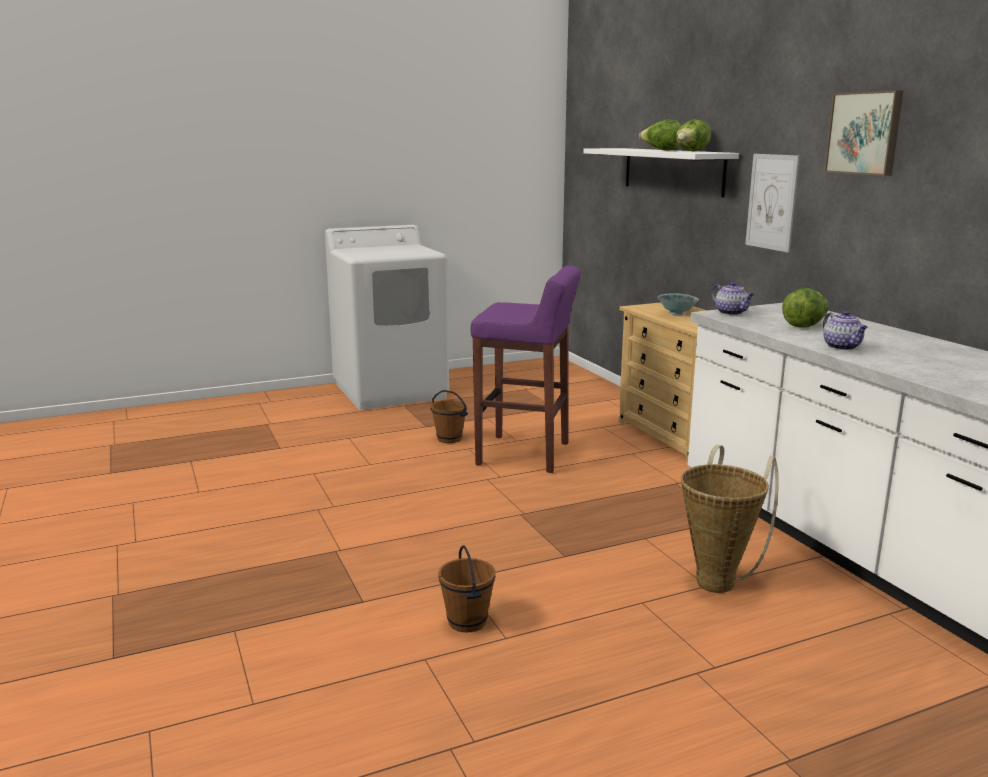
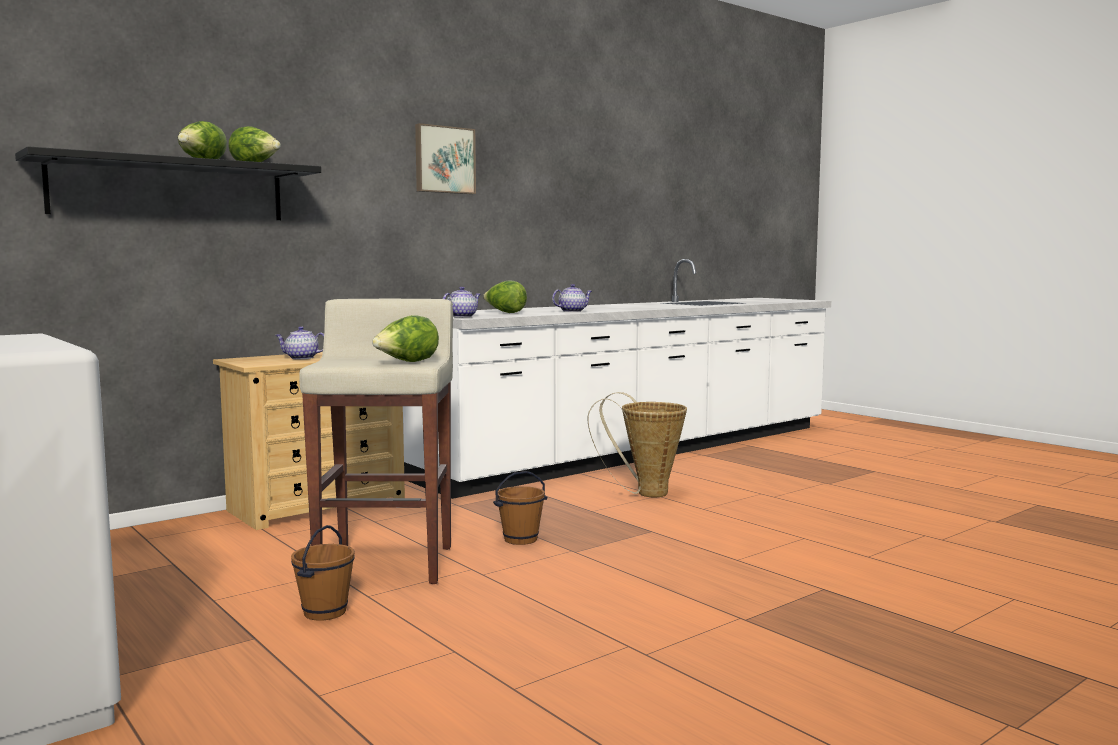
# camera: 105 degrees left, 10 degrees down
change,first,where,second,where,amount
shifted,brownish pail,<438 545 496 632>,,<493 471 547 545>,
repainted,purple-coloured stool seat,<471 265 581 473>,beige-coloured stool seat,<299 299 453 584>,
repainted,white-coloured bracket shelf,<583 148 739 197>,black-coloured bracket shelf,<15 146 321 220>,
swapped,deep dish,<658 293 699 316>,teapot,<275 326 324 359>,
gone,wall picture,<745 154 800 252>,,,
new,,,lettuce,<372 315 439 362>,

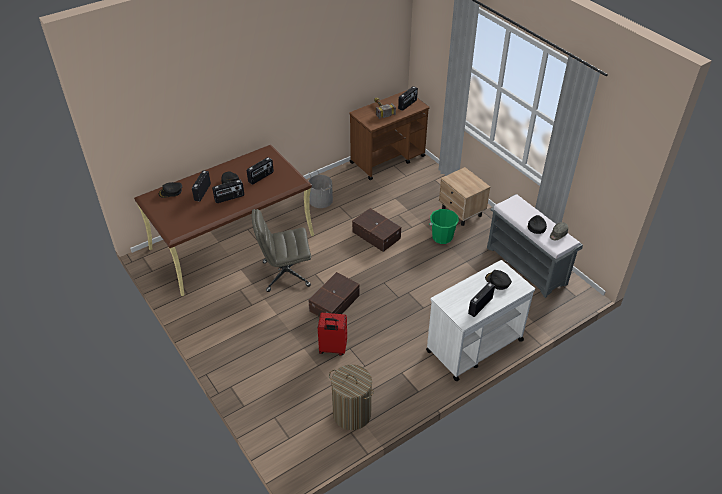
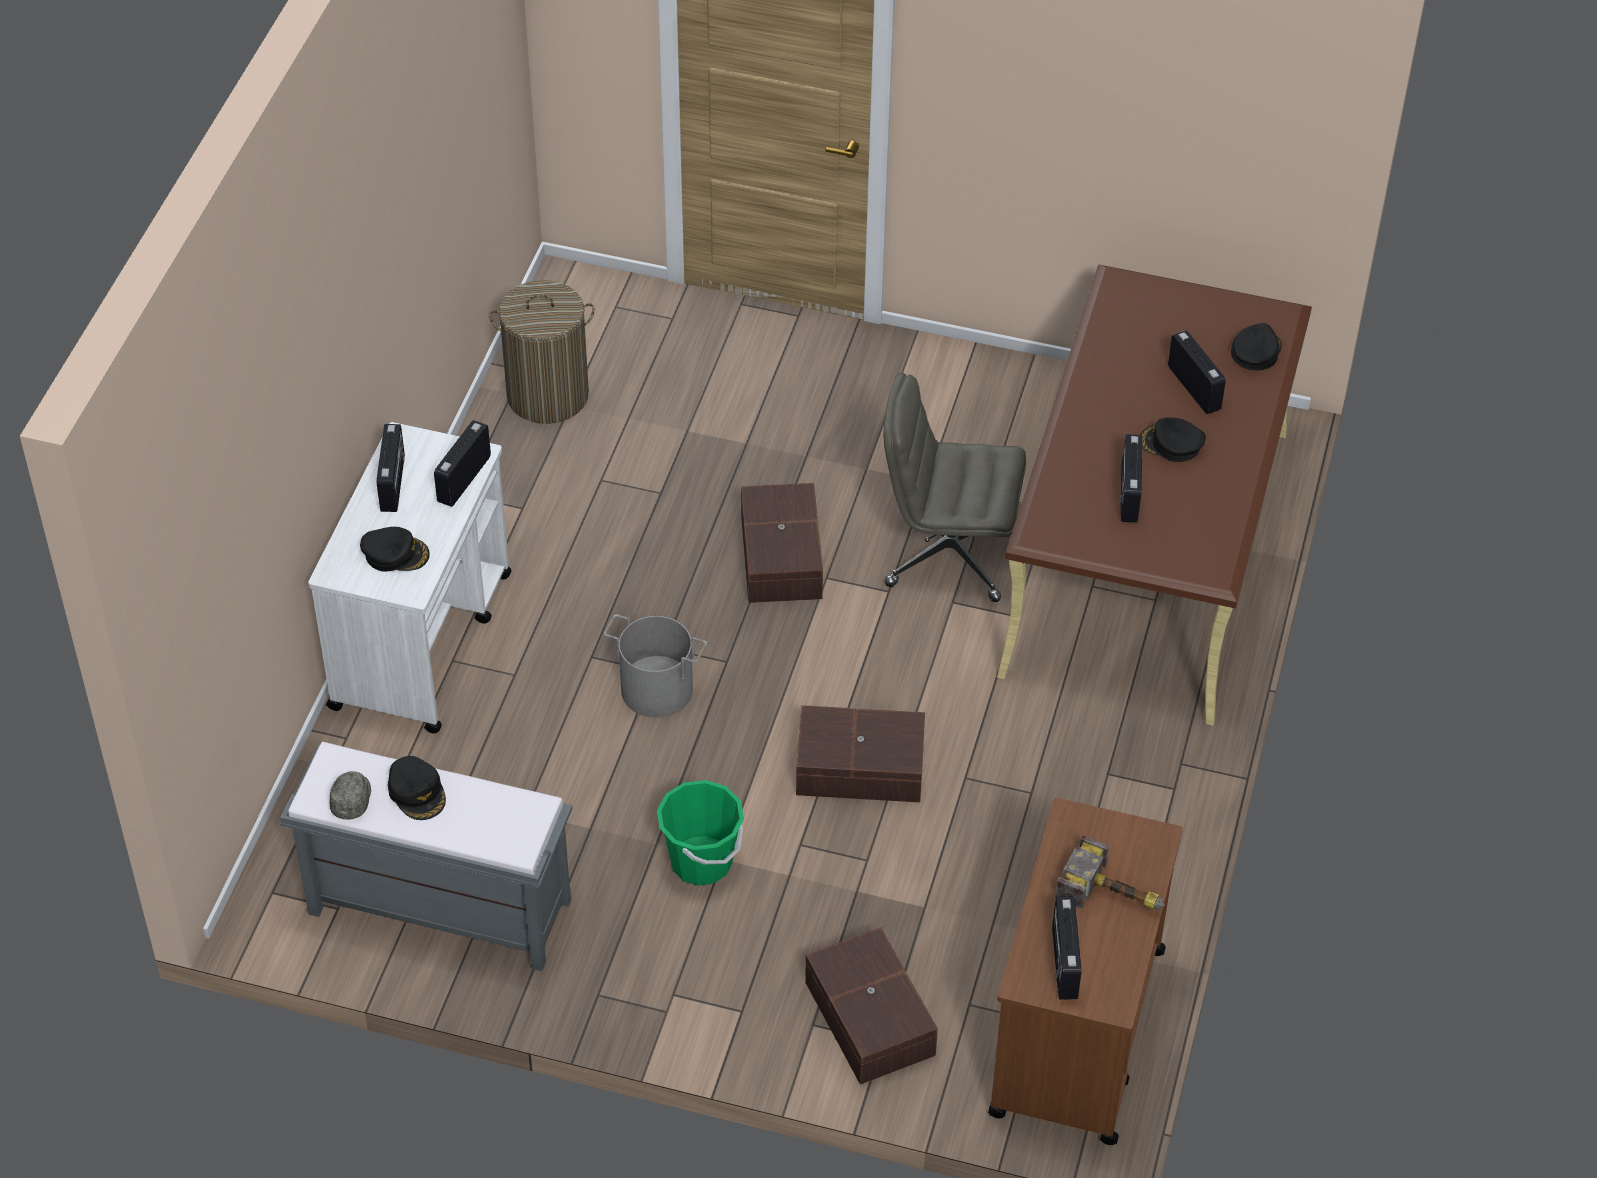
# camera: 140 degrees right, 5 degrees up
change,first,where,second,where,amount
shifted,radio receiver,<212 179 244 203>,,<434 420 491 507>,
rotated,greyish office chair,<252 209 311 292>,,<884 373 1026 602>,120 degrees counterclockwise
shifted,greyish pail,<308 170 333 208>,,<604 614 707 718>,
gone,red suitcase,<318 313 347 356>,,,
gone,beige-coloured bedside table,<439 167 490 226>,,,
new,,,brownish storage container,<805 927 938 1085>,

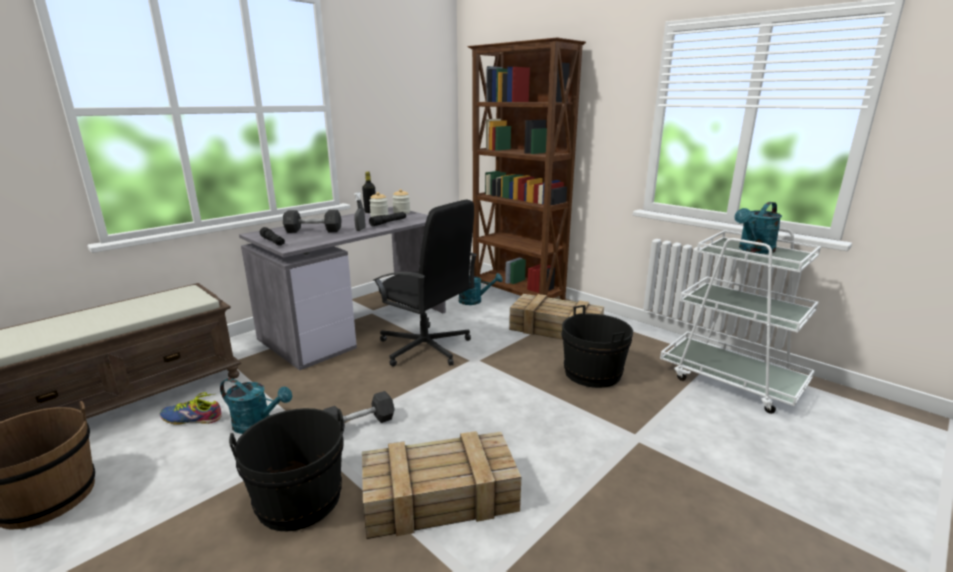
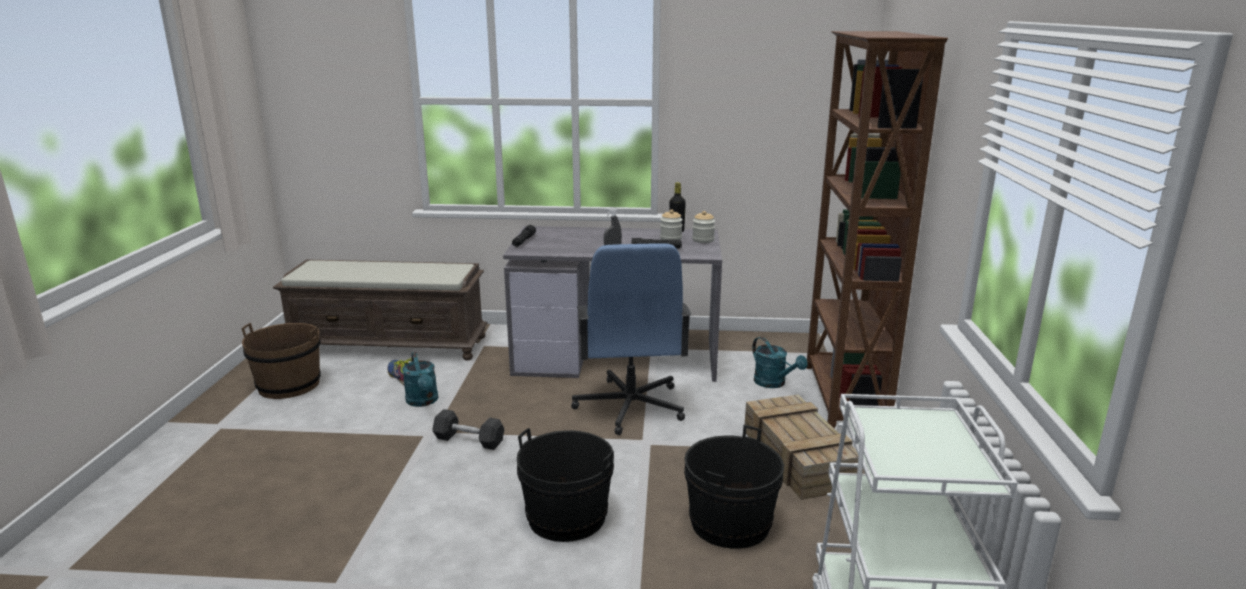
# camera: 50 degrees right, 0 degrees up
change,first,where,second,where,amount
shifted,black-coloured pail,<229 408 344 531>,,<517 428 614 542>,
gone,greyish dumbbell,<283 210 341 233>,,,
gone,crate,<362 431 521 539>,,,
repainted,black-coloured office chair,<373 200 477 367>,bluish office chair,<571 243 692 435>,
gone,turquoise sprinkling can,<734 202 782 254>,,,

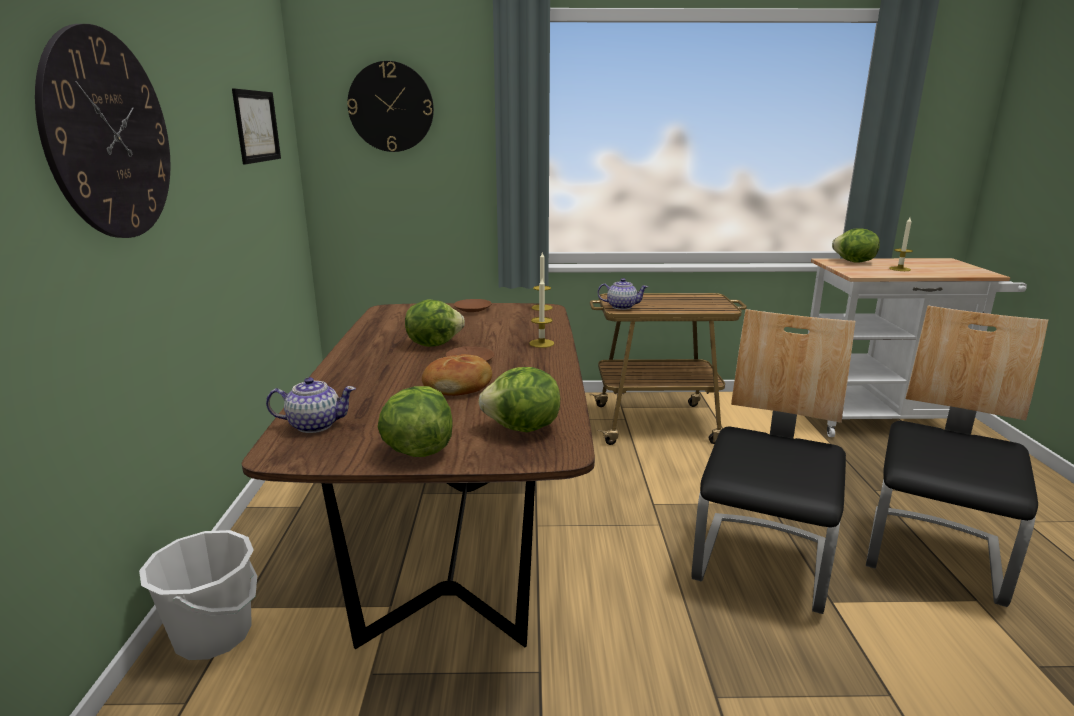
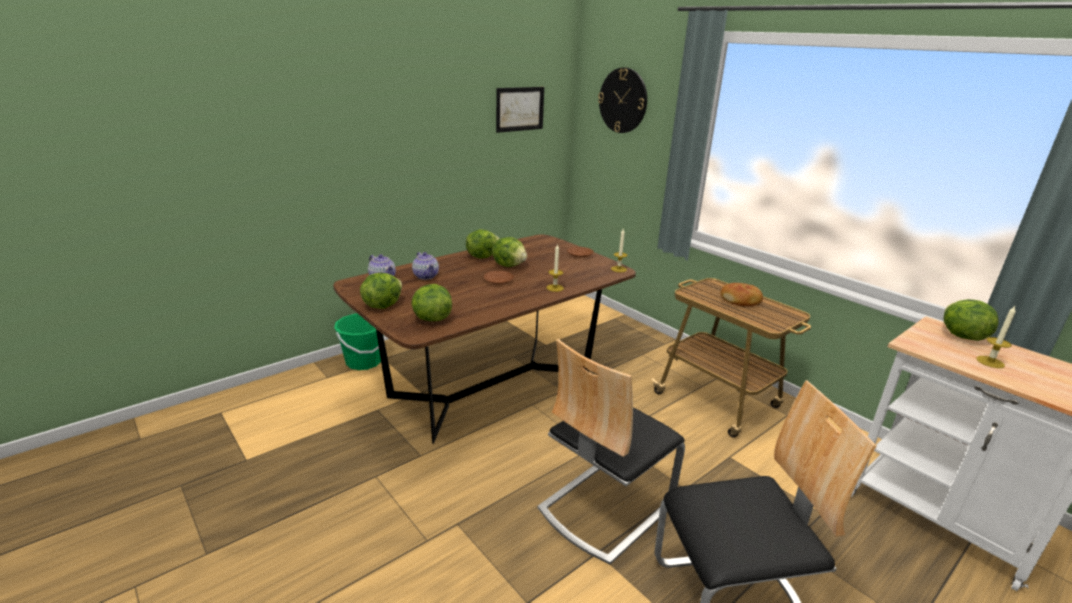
# camera: 50 degrees right, 5 degrees up
change,first,where,second,where,amount
gone,wall clock,<35 24 170 238>,,,
repainted,white-coloured pail,<139 530 257 660>,greenish pail,<334 313 386 370>,
shifted,baked bread,<422 354 492 396>,,<721 283 763 306>,
shifted,teapot,<598 278 648 310>,,<412 252 439 280>,
rotated,upright chair,<692 309 856 614>,,<538 339 685 565>,150 degrees clockwise
new,,,lettuce,<466 229 500 259>,

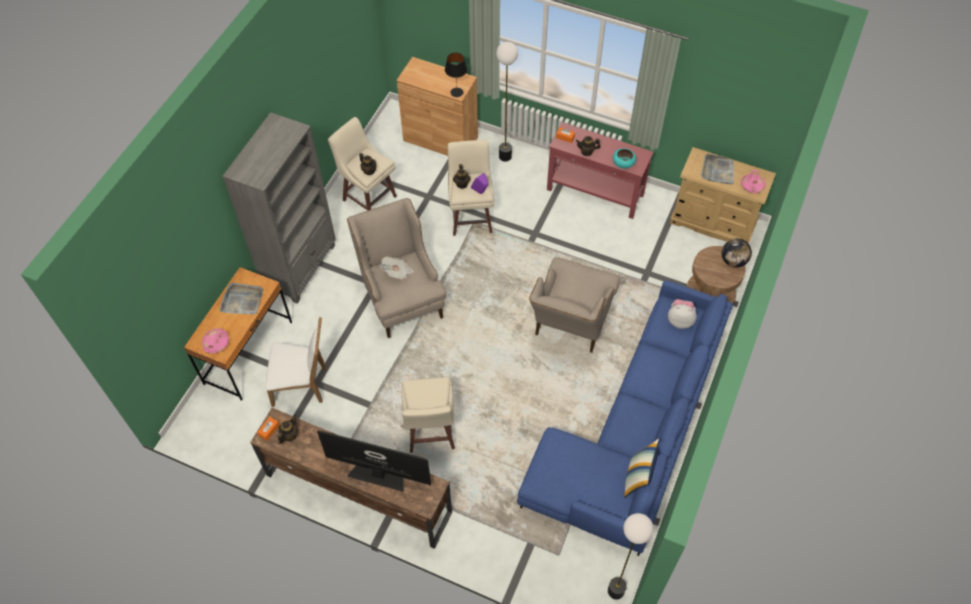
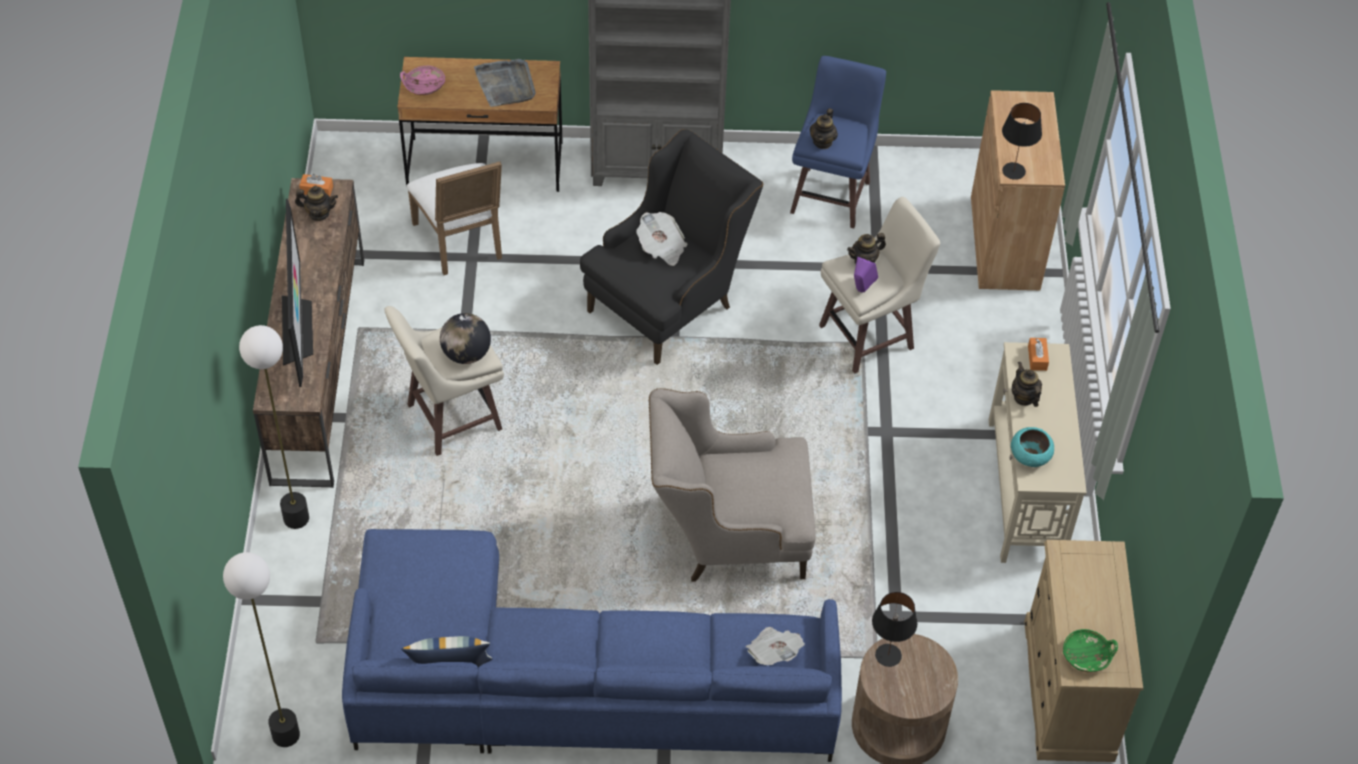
# camera: 65 degrees right, 5 degrees down
change,first,where,second,where,amount
repainted,beige-coloured stool seat,<328 117 397 211>,bluish stool seat,<790 56 886 228>,
repainted,beige-coloured lounge chair,<347 198 446 338>,black-coloured lounge chair,<580 129 763 365>,
shifted,standing lamp,<496 42 518 162>,,<239 325 309 529>,
repainted,red narrow table,<547 122 654 219>,beige-coloured narrow table,<989 342 1087 563>,
swapped,plush toy,<668 299 697 329>,printed paper,<746 627 805 665>,
gone,greyish tray,<701 154 734 184>,,,
shifted,world globe,<722 238 752 268>,,<440 313 491 364>,
repainted,pink-coloured deep dish,<741 170 766 193>,greenish deep dish,<1063 629 1118 673>,
new,,,black-coloured tabletop lamp,<872 592 917 667>,

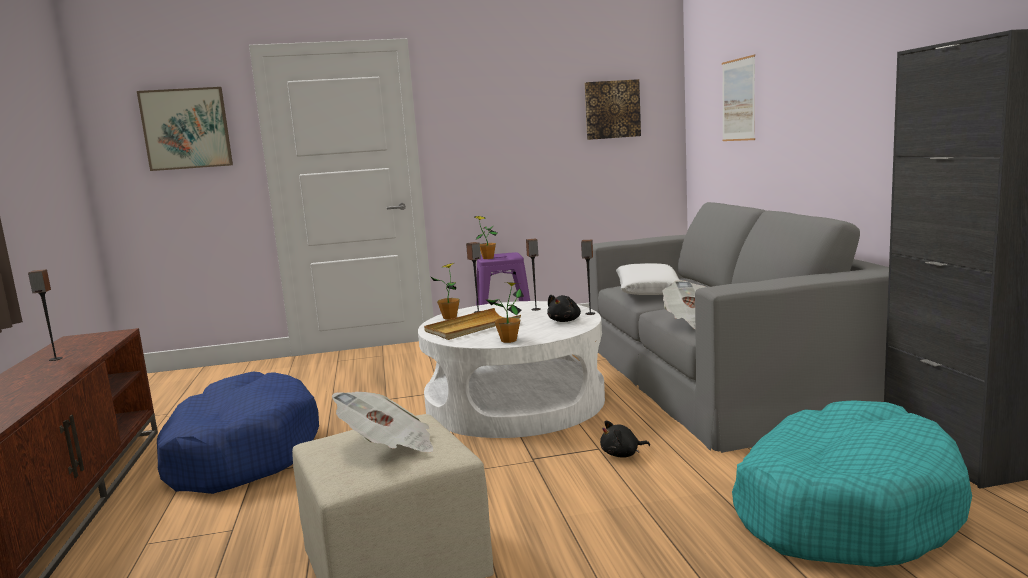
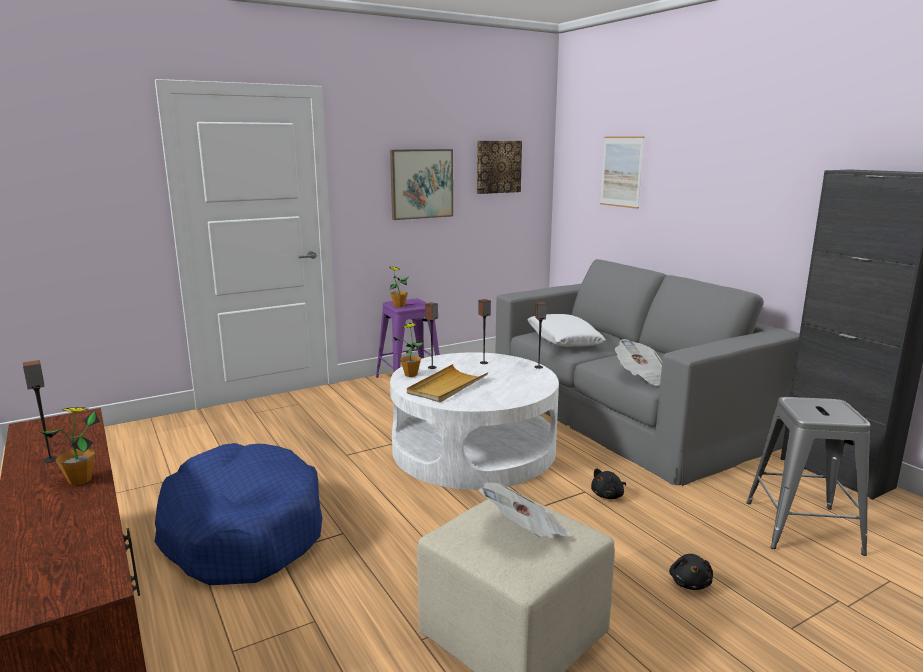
# camera: 20 degrees left, 5 degrees up
change,first,where,second,where,amount
shifted,wall picture,<137 87 233 171>,,<390 149 453 220>,
shifted,houseplant,<486 282 524 343>,,<40 407 100 485>,
shifted,black-coloured plush toy,<547 295 581 322>,,<669 554 713 590>,
swapped,turquoise dog cushion,<732 400 972 567>,greyish stool seat,<746 397 871 556>,

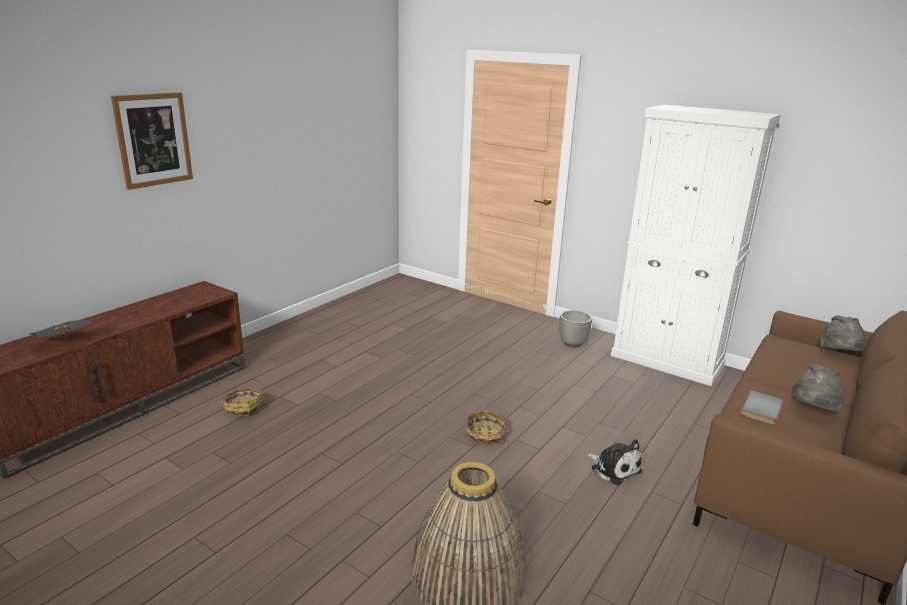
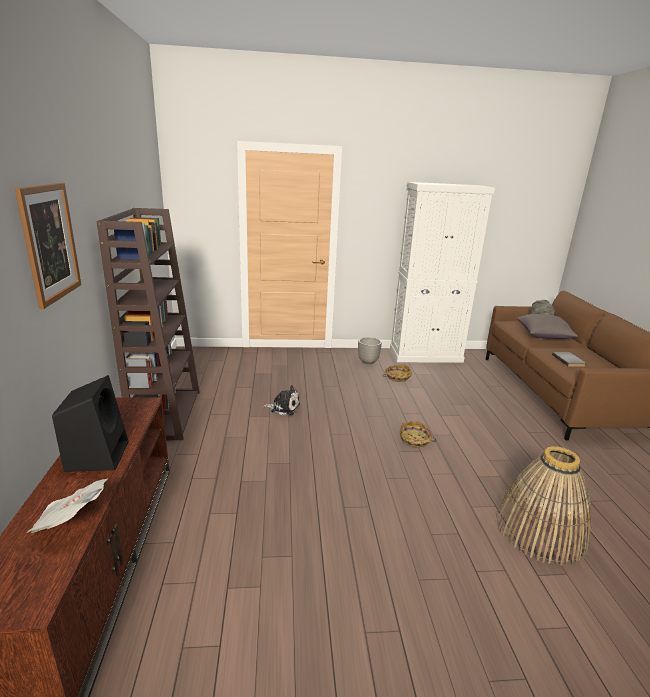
# camera: 40 degrees left, 0 degrees up
change,first,where,second,where,amount
shifted,basket,<221 388 264 417>,,<384 365 412 382>,
shifted,plush toy,<587 439 642 485>,,<263 385 300 416>,
gone,greyish hat,<791 364 845 413>,,,
new,,,black-coloured loudspeaker,<52 375 129 472>,
new,,,brownish bookshelf,<96 208 200 440>,
new,,,greyish throw pillow,<516 314 578 339>,

